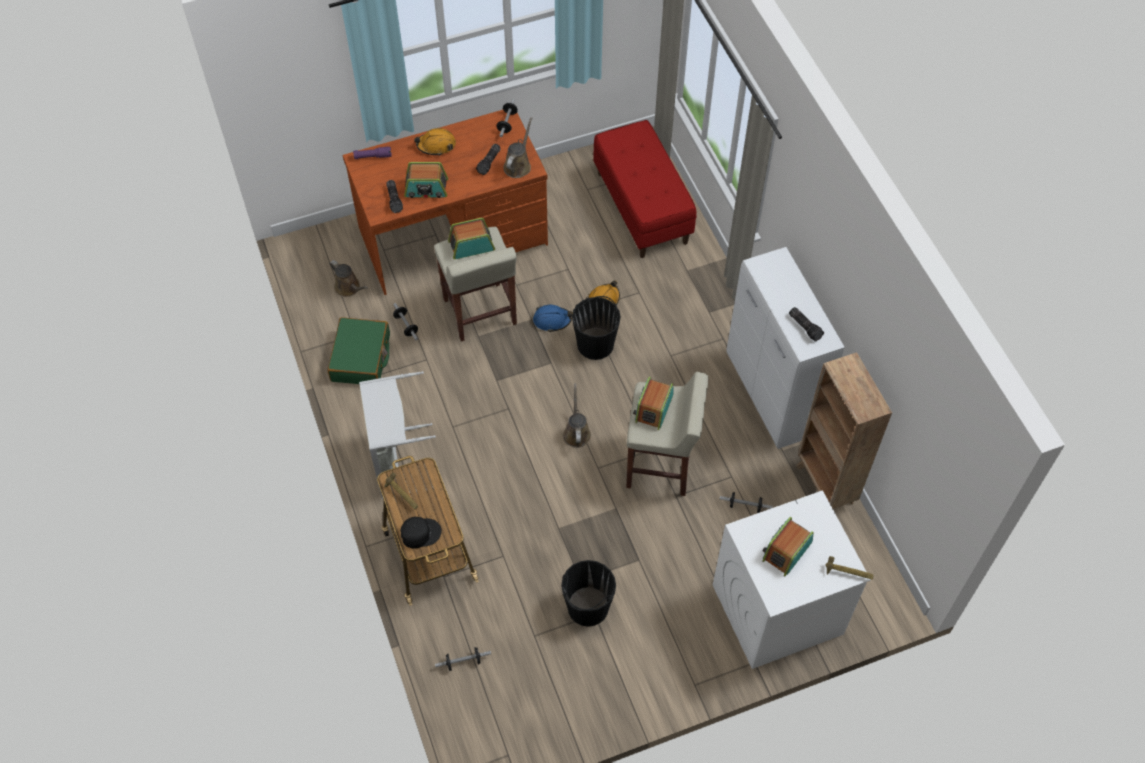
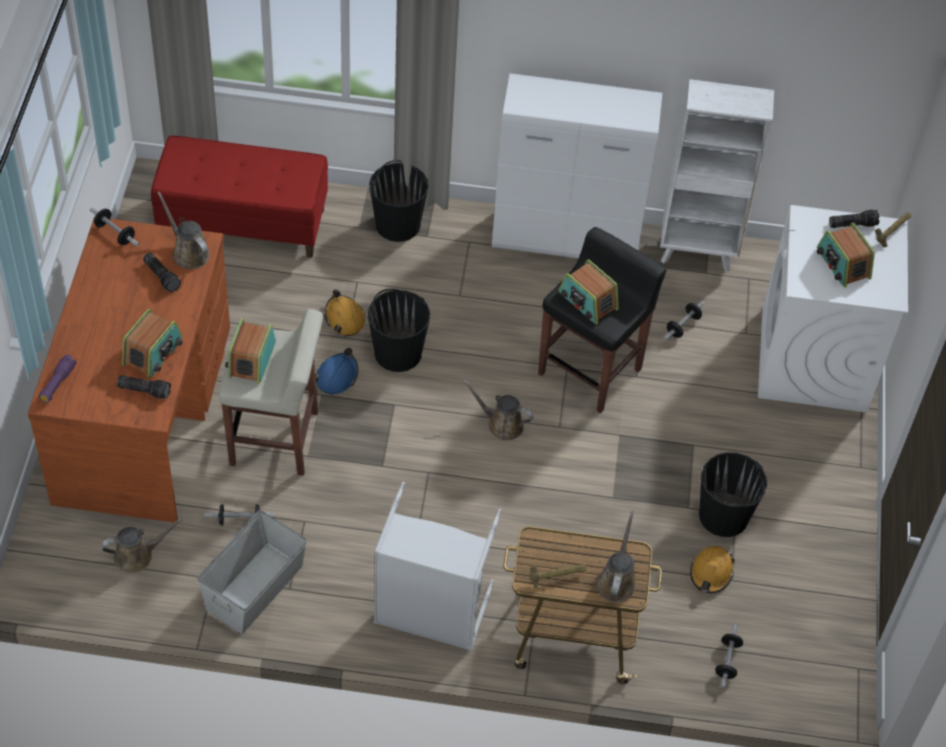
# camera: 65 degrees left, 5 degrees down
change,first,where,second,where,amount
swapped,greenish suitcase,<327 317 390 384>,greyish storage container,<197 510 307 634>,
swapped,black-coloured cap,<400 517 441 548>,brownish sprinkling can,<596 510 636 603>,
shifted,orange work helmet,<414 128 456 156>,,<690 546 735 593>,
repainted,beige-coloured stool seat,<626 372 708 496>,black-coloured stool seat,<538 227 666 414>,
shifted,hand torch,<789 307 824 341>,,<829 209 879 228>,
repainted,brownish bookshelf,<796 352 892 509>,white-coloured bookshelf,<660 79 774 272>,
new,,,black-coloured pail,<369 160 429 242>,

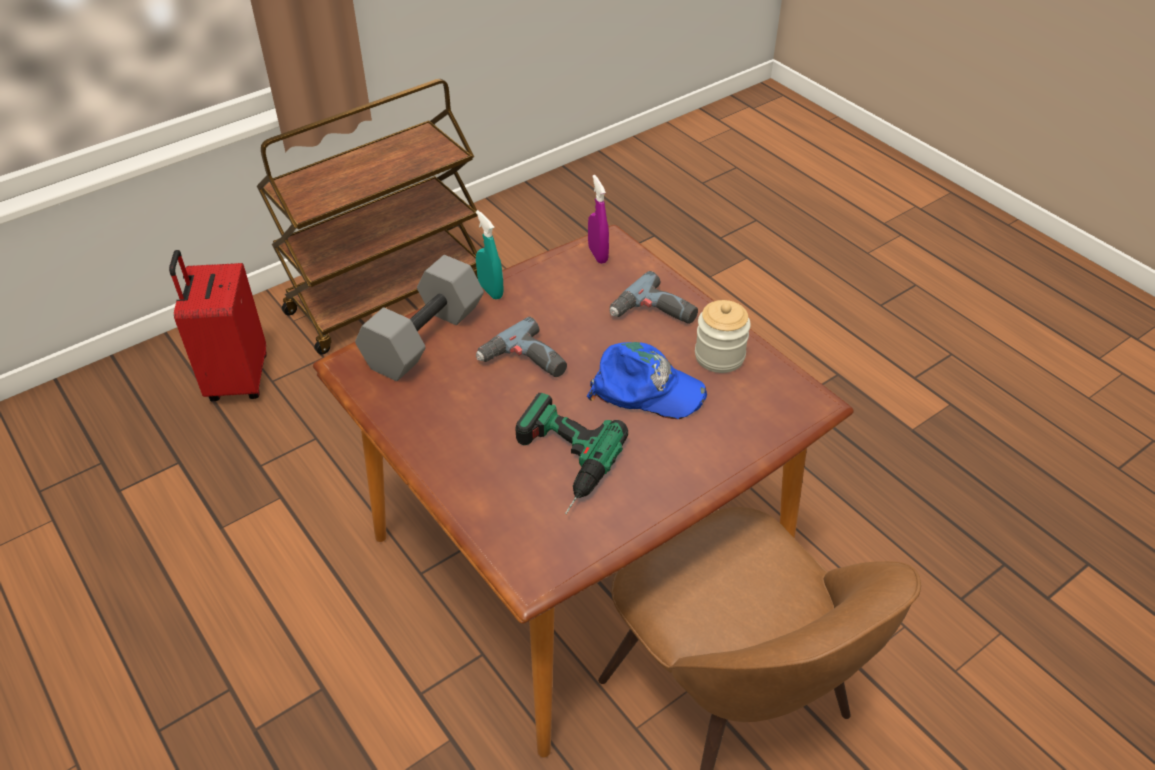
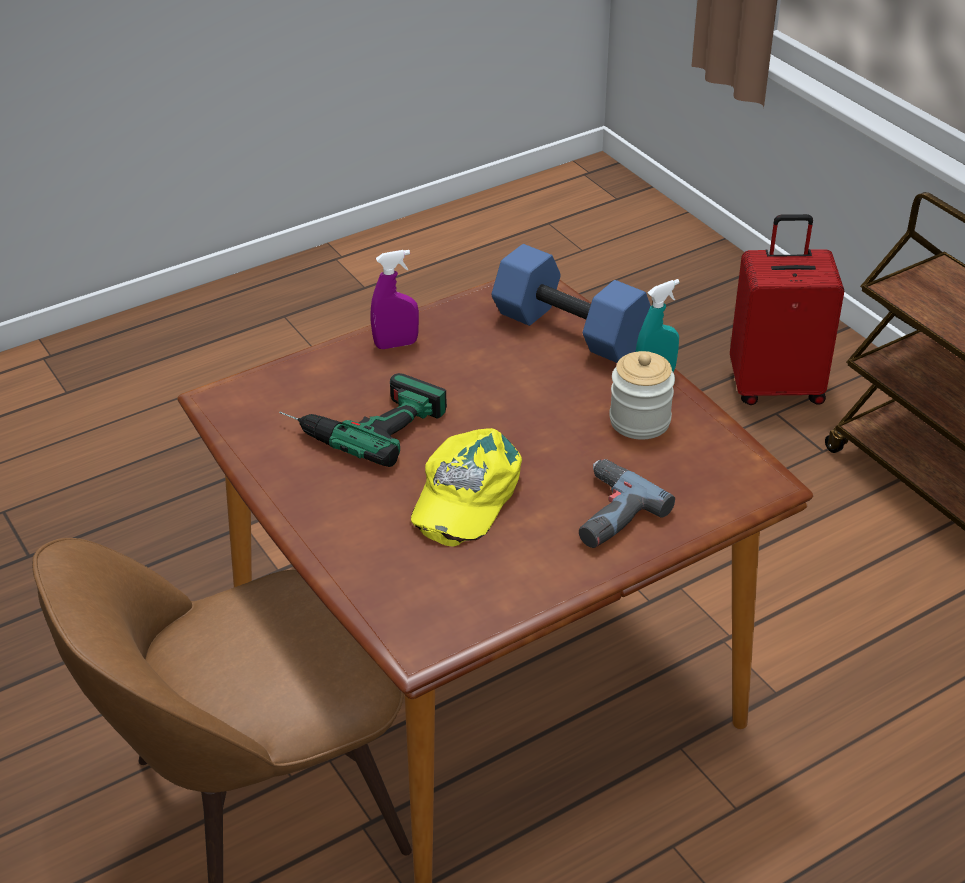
# camera: 95 degrees right, 5 degrees down
change,first,where,second,where,amount
repainted,greyish dumbbell,<355 255 484 381>,bluish dumbbell,<492 244 651 363>,
gone,electric drill,<476 317 567 377>,,,
repainted,bluish cap,<587 342 707 419>,yellow cap,<411 428 522 546>,
shifted,purple-coloured sprayer,<588 175 609 264>,,<370 250 419 349>,
shifted,storage jar,<695 300 751 373>,,<609 351 675 440>,

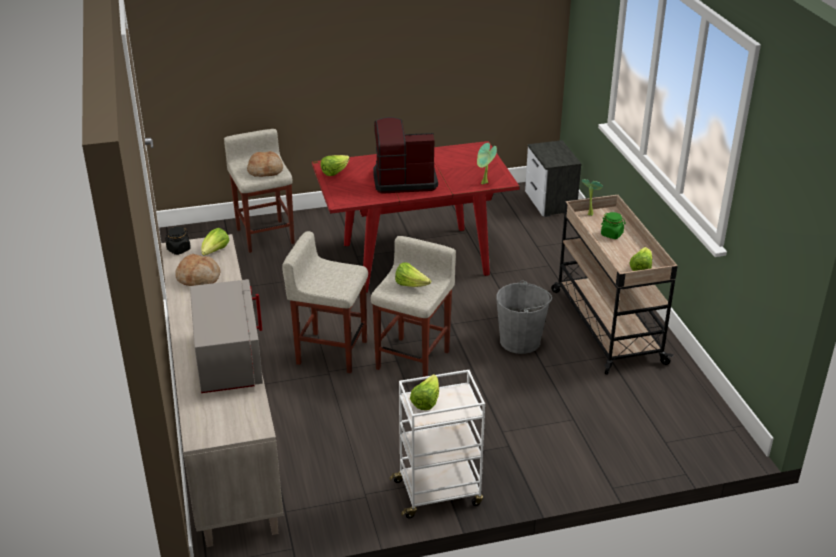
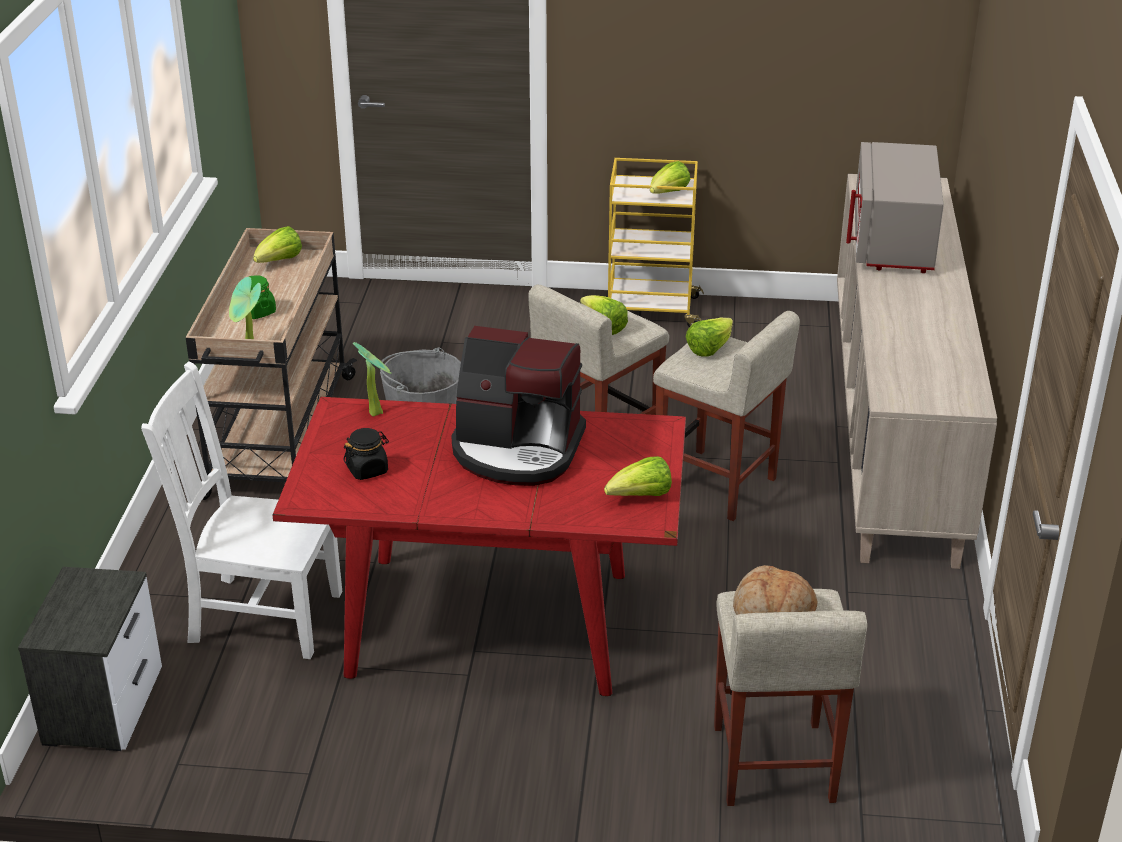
# camera: 160 degrees left, 0 degrees up
change,first,where,second,where,amount
shifted,black-coloured storage jar,<165 227 191 255>,,<343 428 389 480>,
gone,baked bread,<175 254 221 286>,,,
shifted,lettuce,<201 228 229 256>,,<686 318 733 357>,
repainted,white-coloured wheeled cart,<390 370 485 518>,yellow wheeled cart,<608 158 704 327>,
new,,,white-coloured upright chair,<141 361 342 659>,

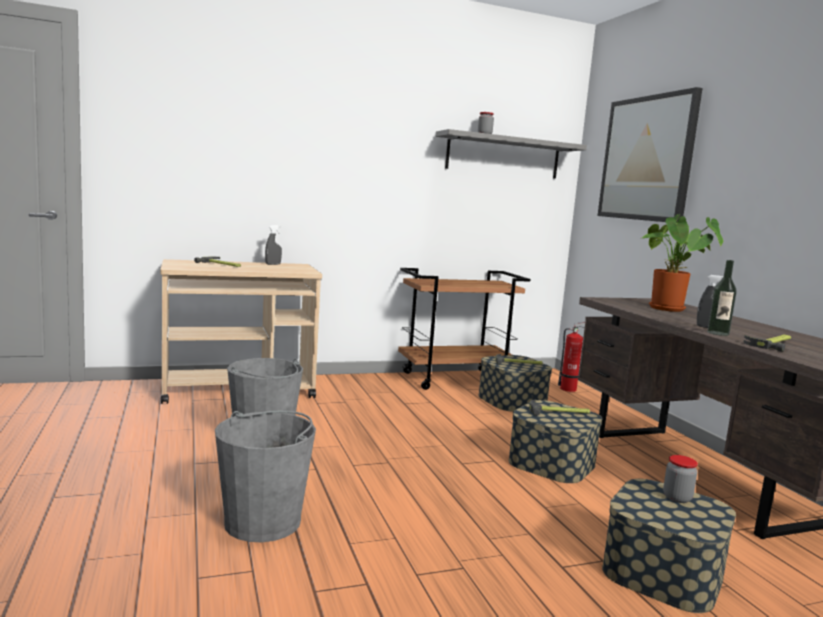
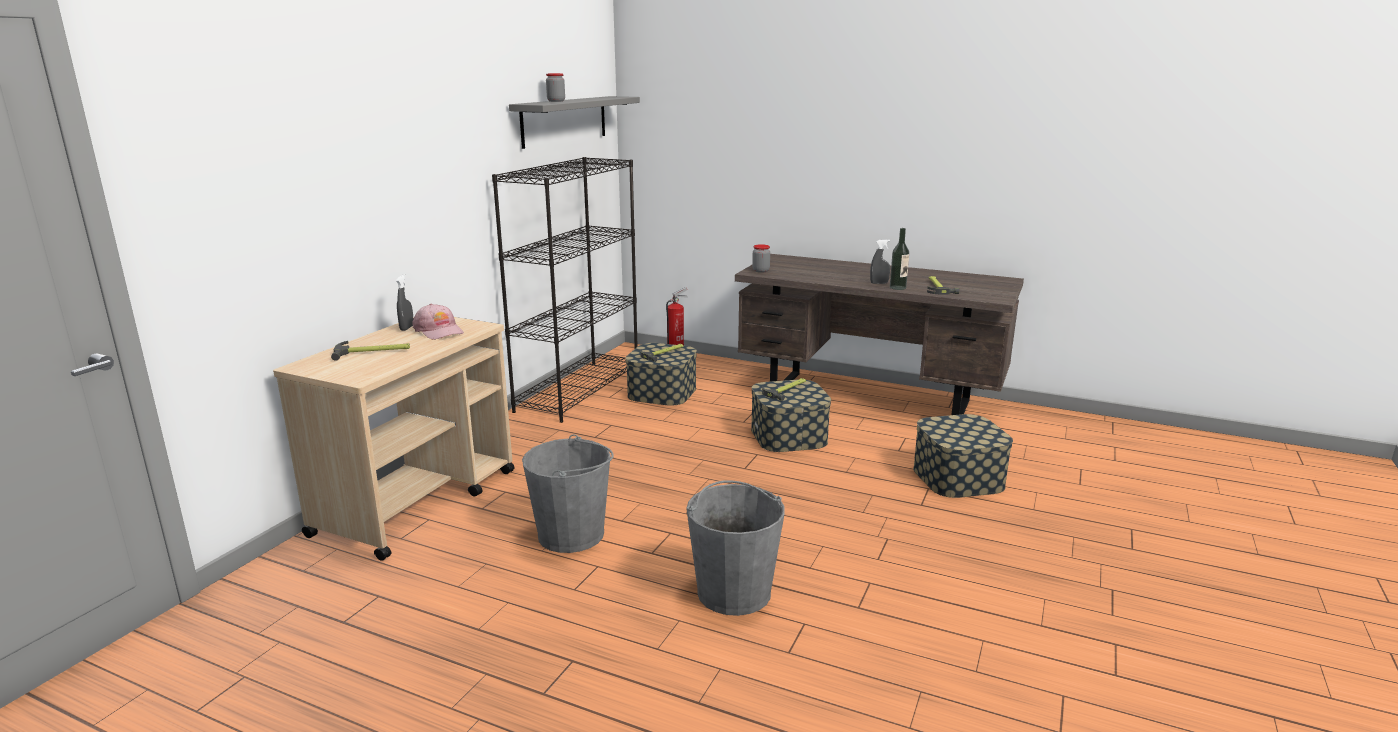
# camera: 45 degrees left, 10 degrees up
change,first,where,second,where,amount
swapped,brownish wheeled cart,<398 268 531 390>,black-coloured bookshelf,<492 157 638 423>,
gone,wall picture,<598 87 703 223>,,,
gone,houseplant,<642 214 723 312>,,,
shifted,storage jar,<663 455 698 503>,,<752 244 770 273>,
new,,,pink-coloured cap,<413 304 464 340>,

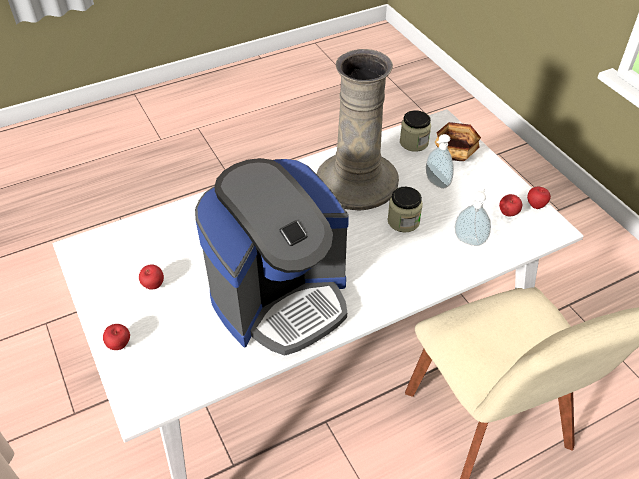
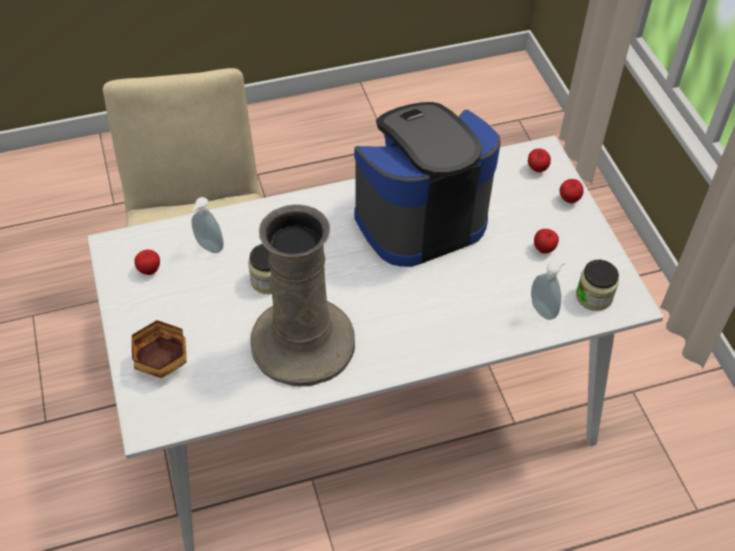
# camera: 170 degrees left, 5 degrees up
change,first,where,second,where,amount
shifted,storage jar,<400 110 431 152>,,<576 260 619 311>,
shifted,soap bottle,<426 134 454 189>,,<531 260 565 320>,
shifted,apple,<527 187 551 209>,,<528 148 551 172>,

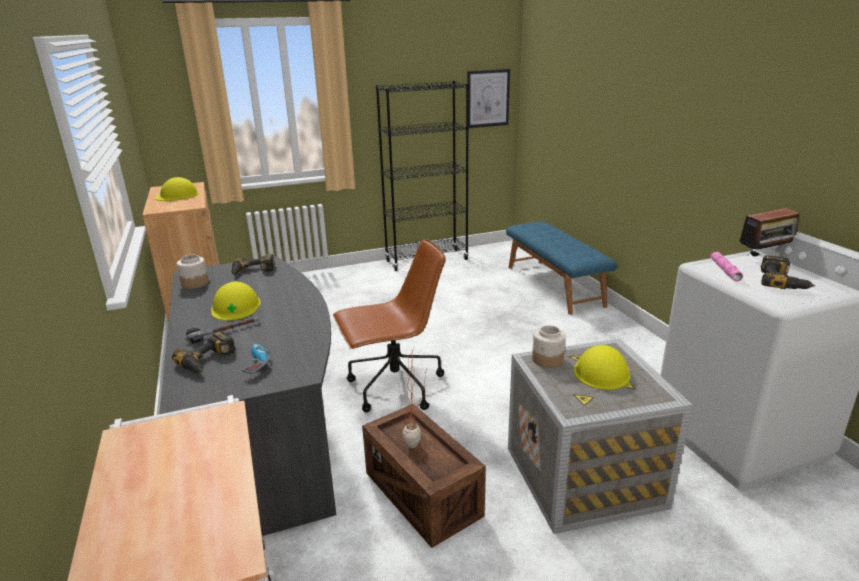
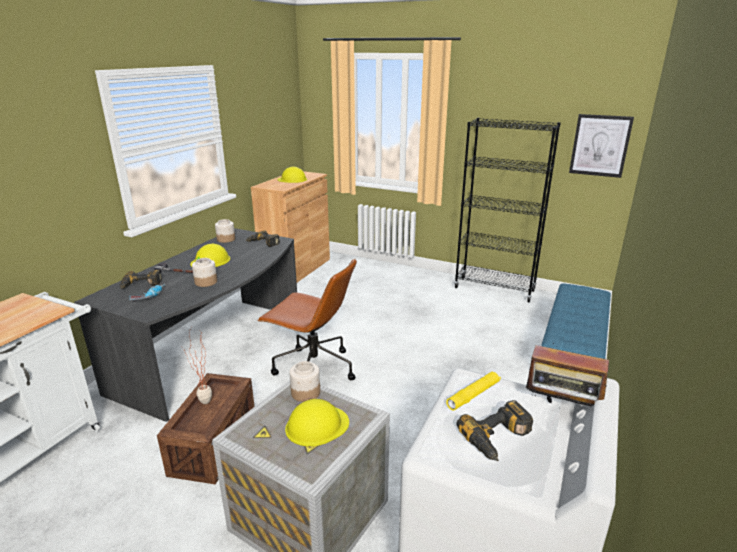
# camera: 45 degrees right, 0 degrees up
change,first,where,second,where,amount
repainted,pink-coloured hand torch,<710 252 743 282>,yellow hand torch,<446 372 501 410>,
new,,,storage jar,<192 258 217 287>,

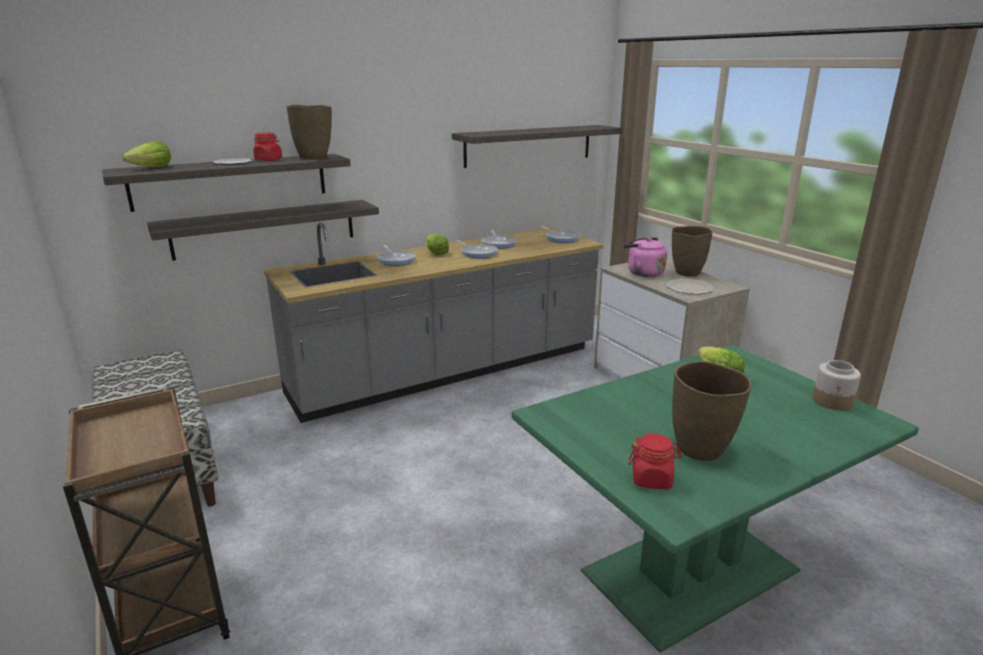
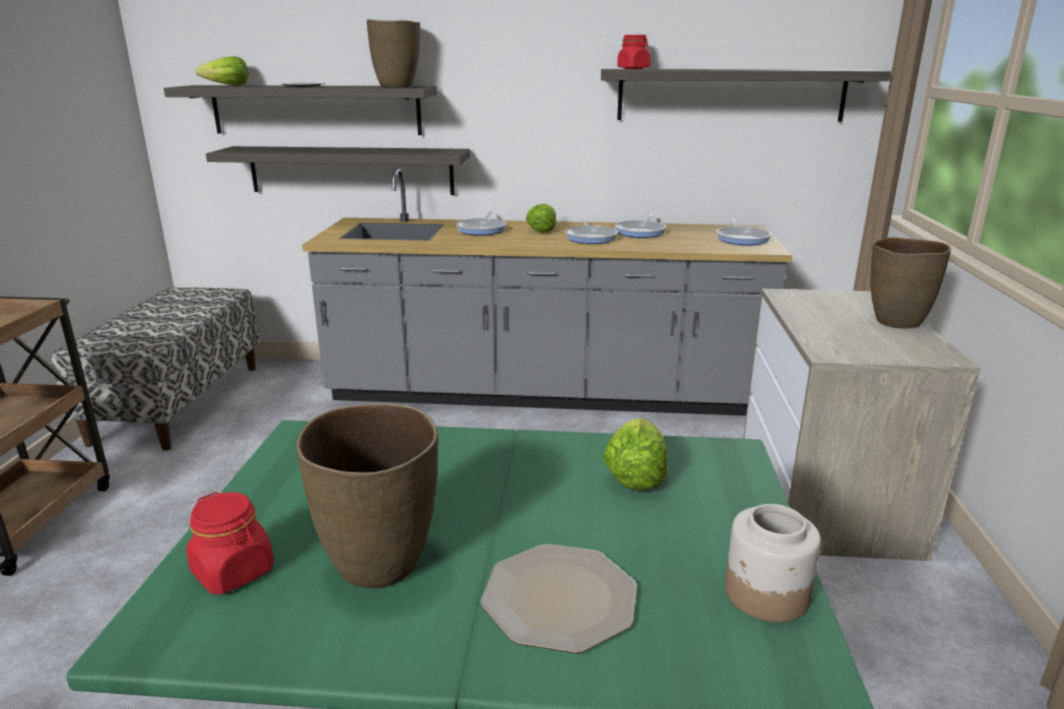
# camera: 35 degrees right, 0 degrees up
change,first,where,second,where,amount
shifted,red storage jar,<253 133 282 161>,,<617 35 651 69>,
gone,pink-coloured water kettle,<623 237 667 277>,,,
shifted,dinner plate,<666 279 714 295>,,<481 544 637 653>,

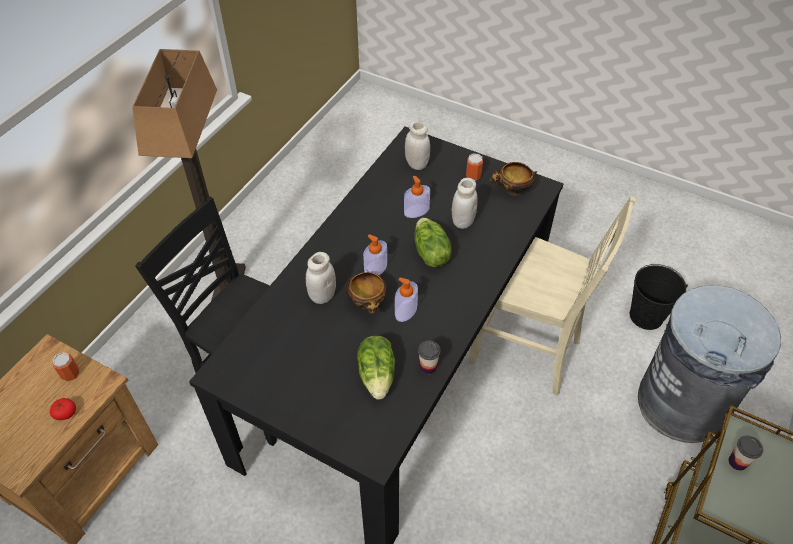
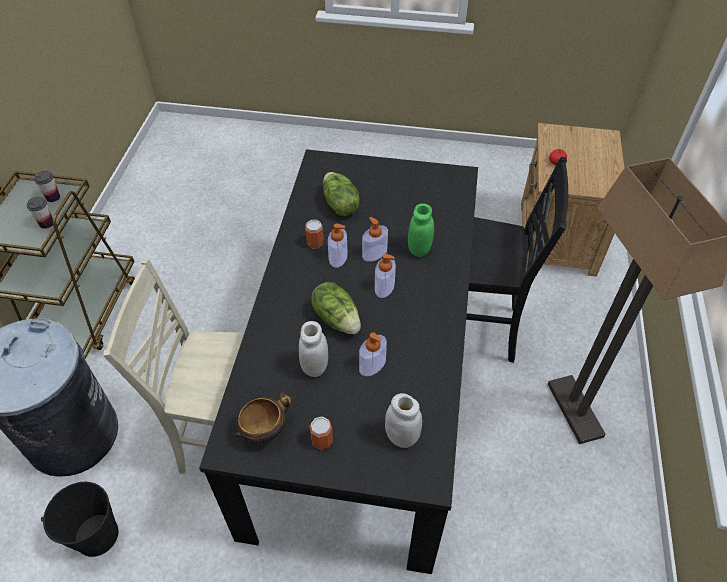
# camera: 160 degrees right, 0 degrees up
change,first,where,second,where,amount
shifted,can,<52 352 80 381>,,<305 220 323 249>,
repainted,white-coloured storage jar,<306 252 336 304>,greenish storage jar,<408 203 434 257>,
swapped,deep dish,<346 270 387 314>,soap bottle,<362 217 388 262>,
shifted,small cup,<418 341 441 374>,,<34 171 60 202>,

